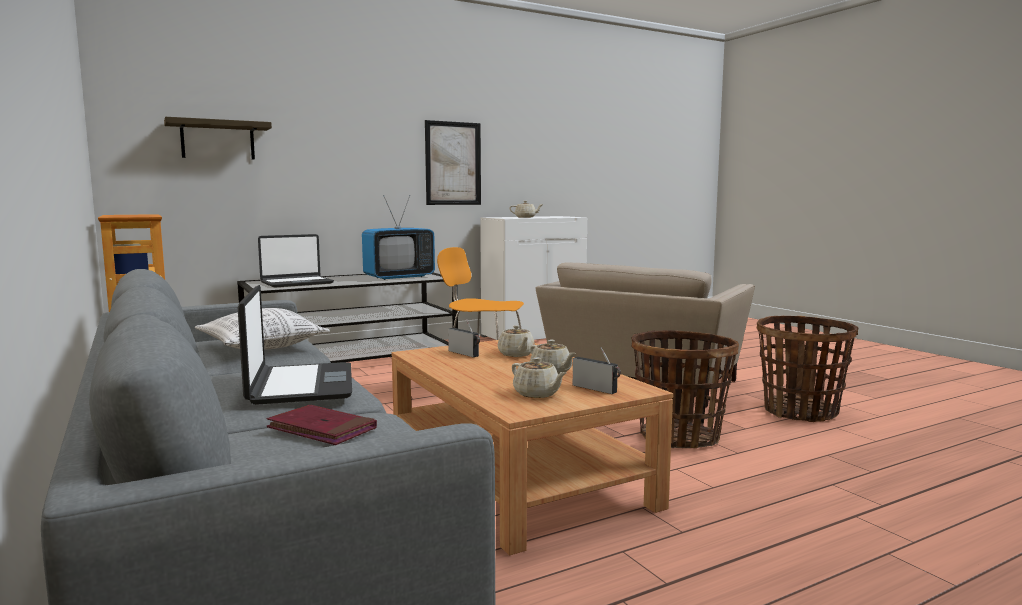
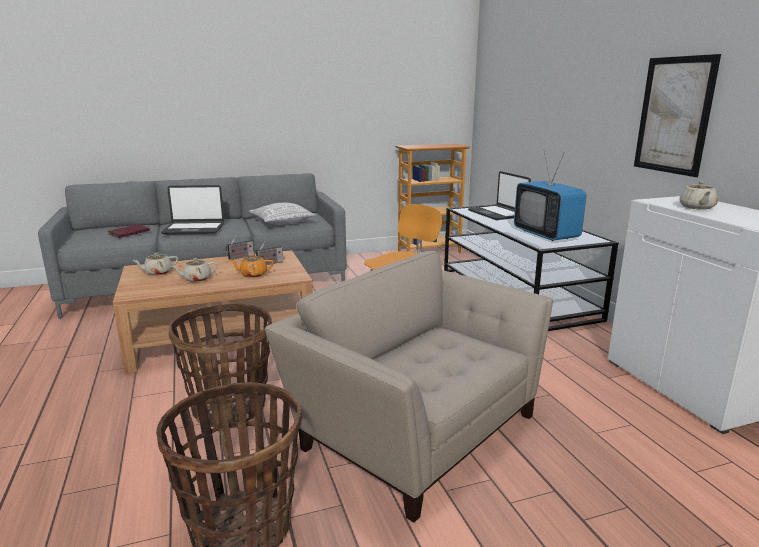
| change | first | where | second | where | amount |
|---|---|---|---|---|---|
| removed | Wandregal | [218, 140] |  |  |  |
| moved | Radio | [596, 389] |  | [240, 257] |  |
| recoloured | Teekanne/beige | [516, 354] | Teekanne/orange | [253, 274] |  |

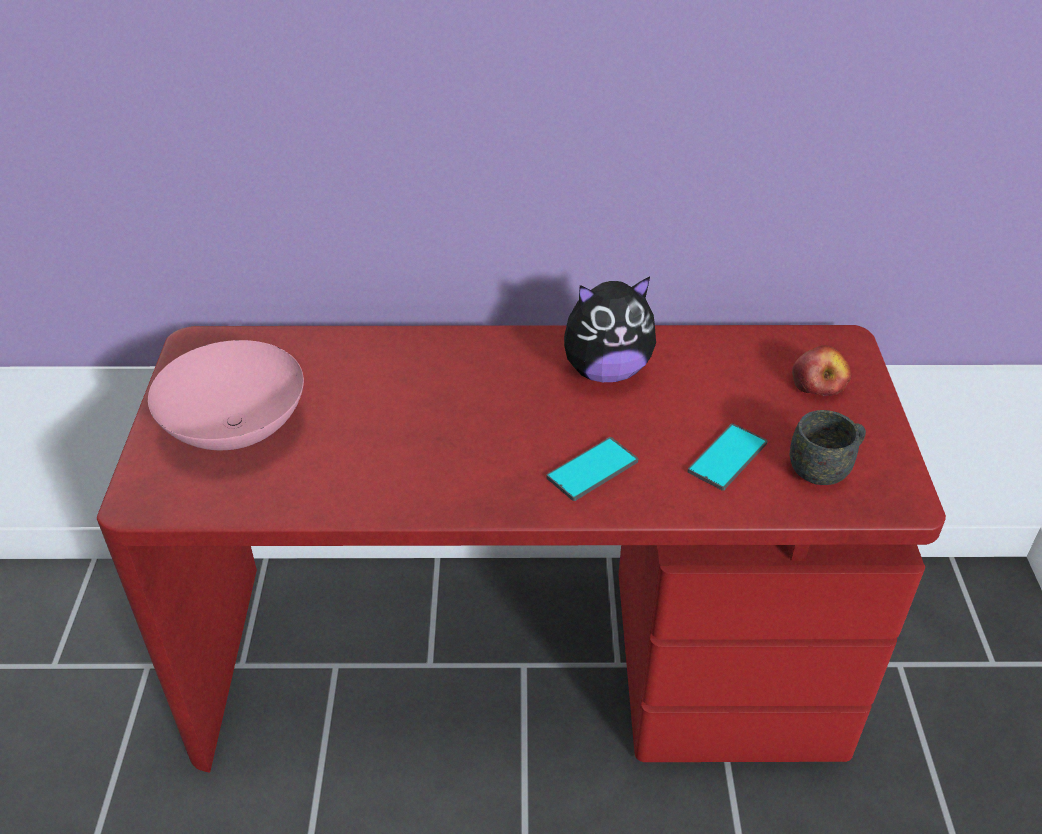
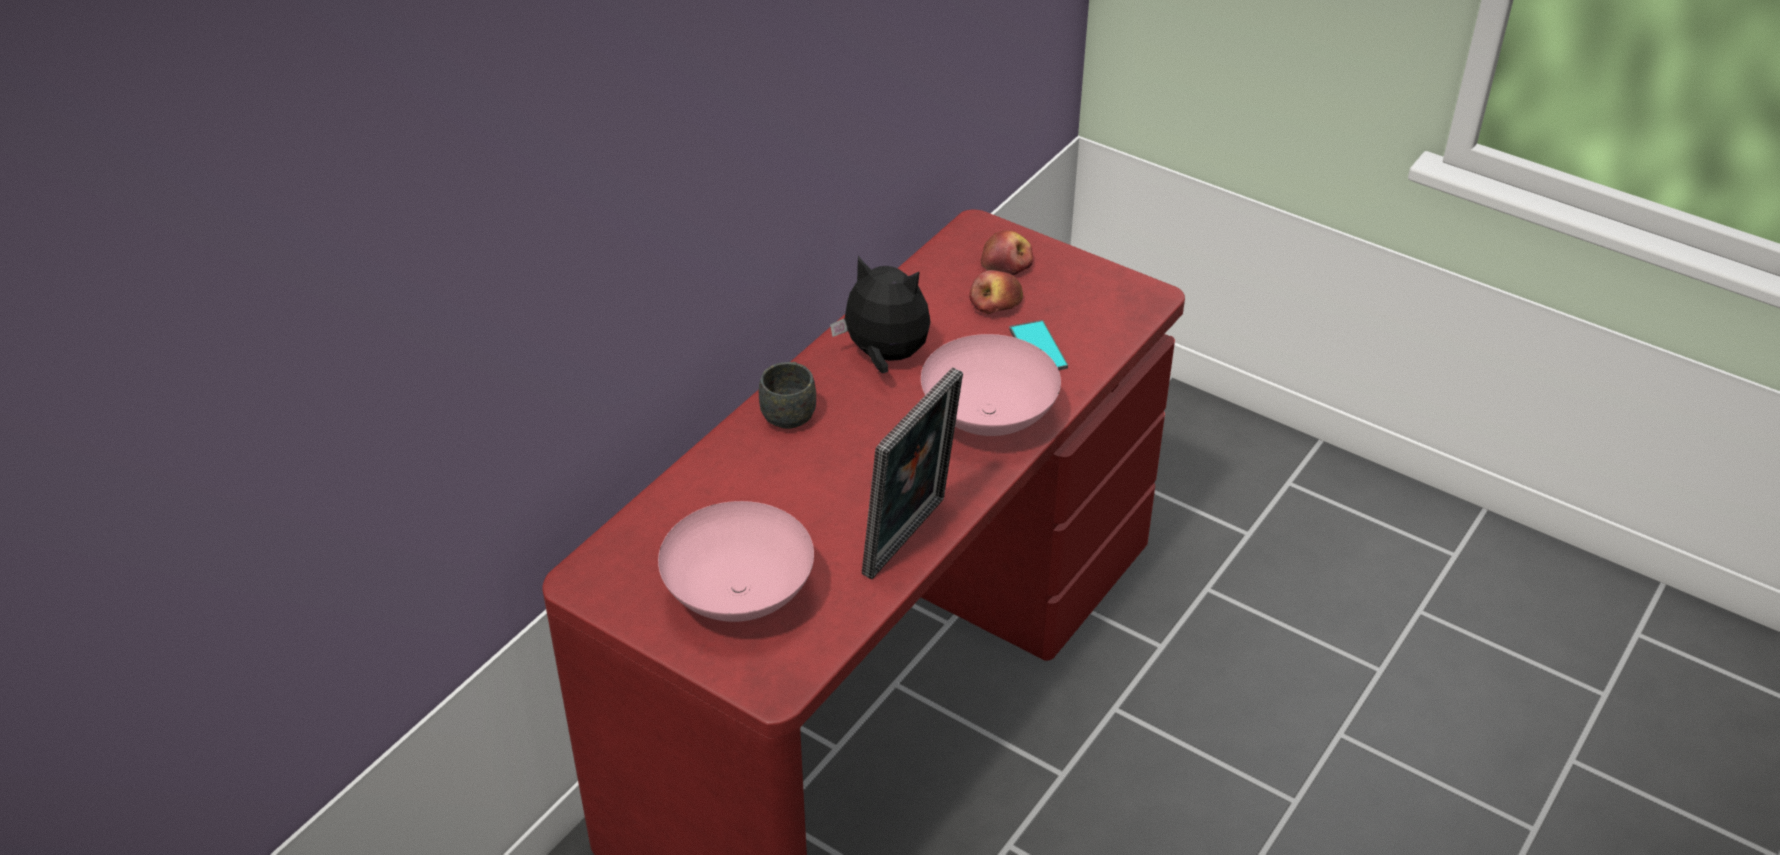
| change | first | where | second | where | amount |
|---|---|---|---|---|---|
| added |  |  | Bilderrahmen | [911, 539] |  |
| added |  |  | Apfel | [996, 304] |  |
| moved | Henkelbecher/grau | [825, 468] |  | [790, 412] |  |
| replaced | Handy | [592, 469] | Schüssel/rosa | [986, 418] |  |
| turned | Plüschtier | [606, 371] |  | [884, 357] | 90 degrees counterclockwise |

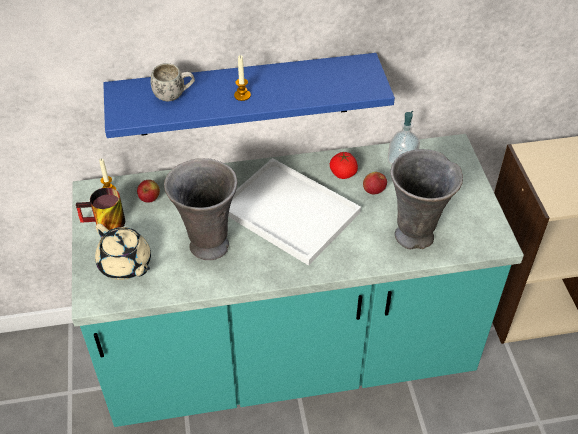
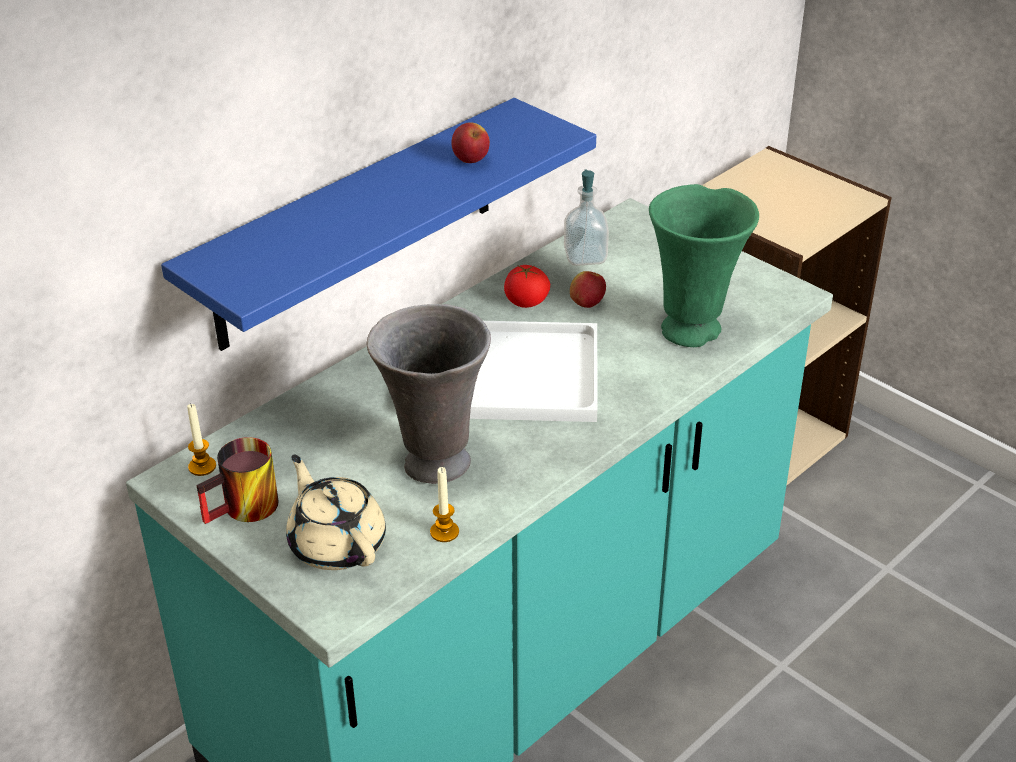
| change | first | where | second | where | amount |
|---|---|---|---|---|---|
| removed | Henkelbecher/weiß | [174, 95] |  |  |  |
| moved | Apfel | [149, 199] |  | [471, 160] |  |
| moved | Kerze | [242, 95] |  | [444, 532] |  |
| recoloured | Vase/grau | [415, 237] | Vase/grün | [693, 331] |  |
| turned | Teekanne/beige | [125, 265] |  | [336, 543] | 135 degrees counterclockwise |

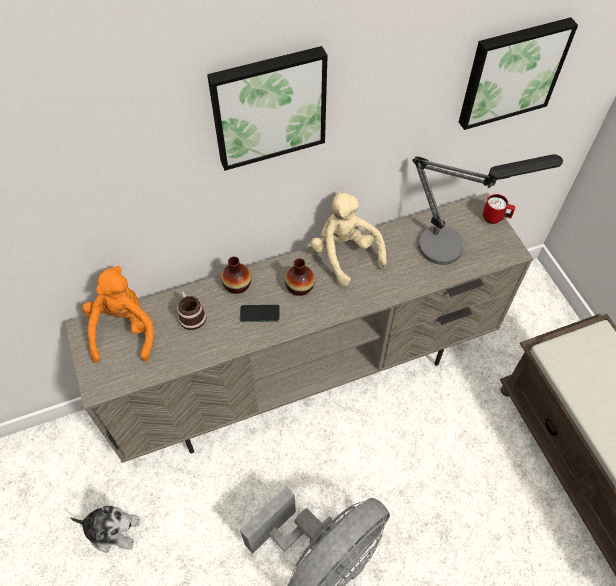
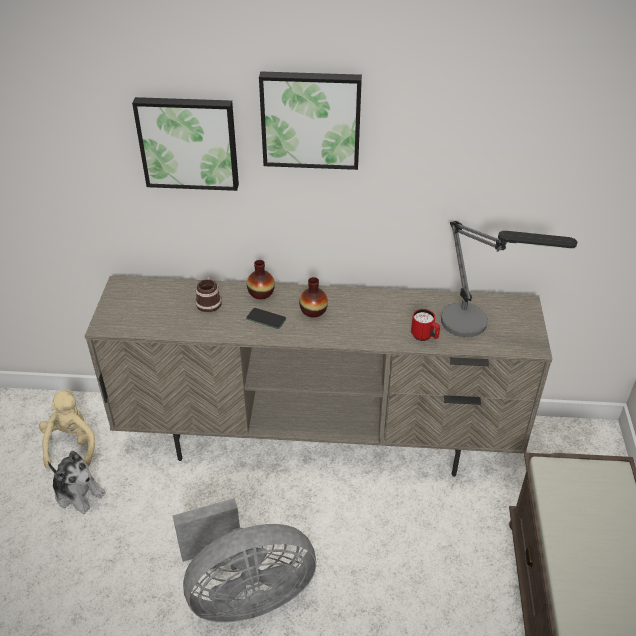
| change | first | where | second | where | amount |
|---|---|---|---|---|---|
| removed | Plüschtier/orange | [124, 330] |  |  |  |
| moved | Plüschtier/beige | [345, 254] |  | [71, 445] |  |
| moved | Bild | [512, 72] |  | [188, 142] |  |
| moved | Henkelbecher/rot | [495, 218] |  | [424, 337] |  |

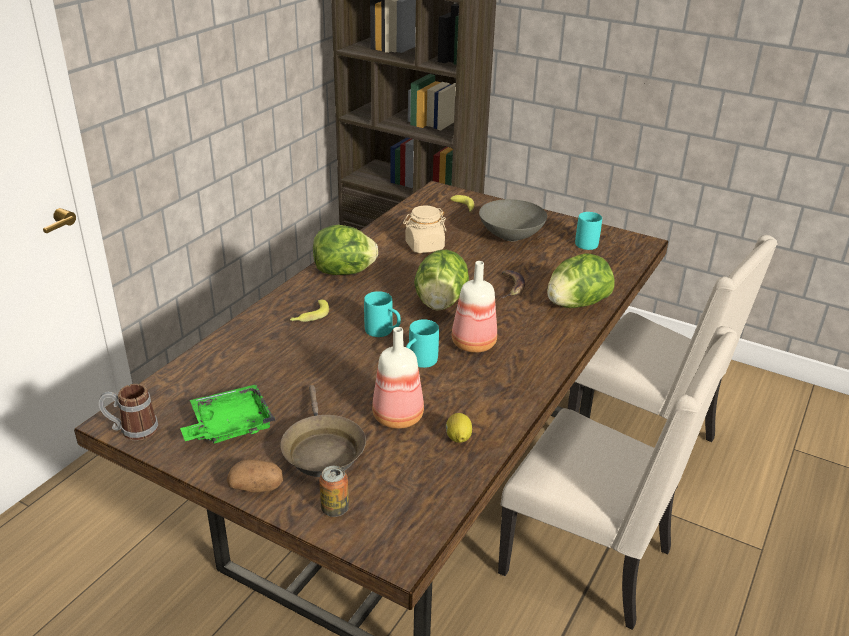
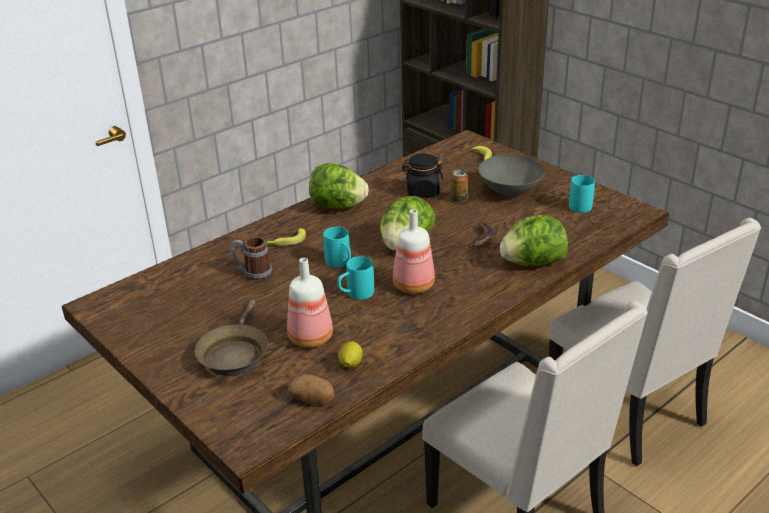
| change | first | where | second | where | amount |
|---|---|---|---|---|---|
| removed | Tablett/grün | [229, 425] |  |  |  |
| moved | Henkelbecher | [132, 430] |  | [252, 273] |  |
| moved | Kartoffel | [257, 487] |  | [313, 400] |  |
| moved | Dose | [335, 509] |  | [458, 199] |  |
| recoloured | Vorratsglas/beige | [424, 246] | Vorratsglas/schwarz | [422, 191] |  |

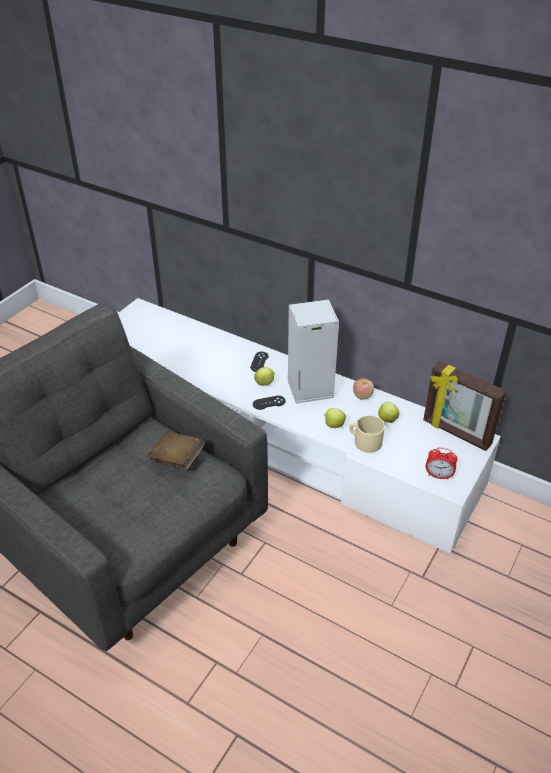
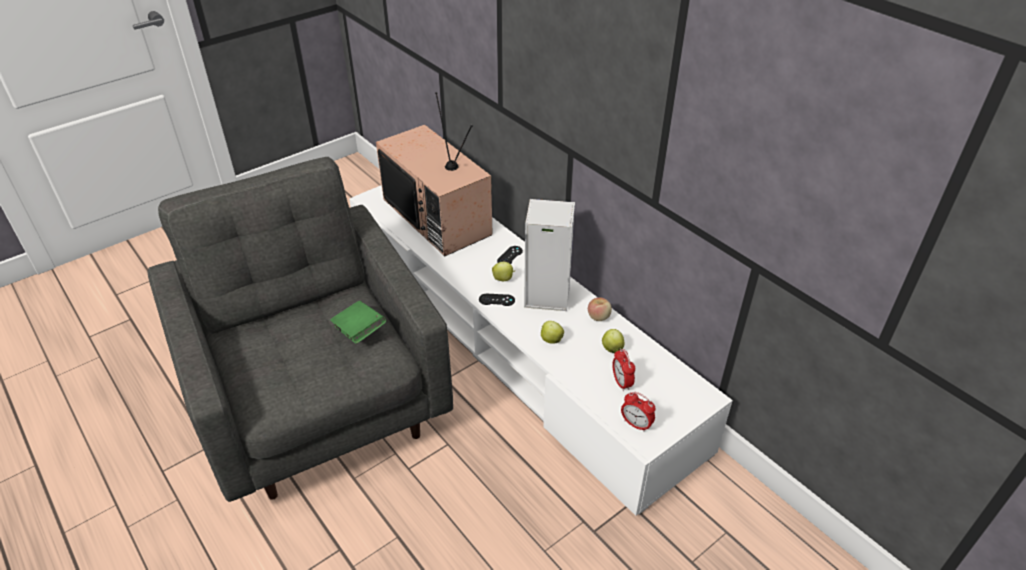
| change | first | where | second | where | amount |
|---|---|---|---|---|---|
| removed | Henkelbecher/beige | [364, 441] |  |  |  |
| removed | Bilderrahmen | [456, 433] |  |  |  |
| added |  |  | Fernseher | [439, 217] |  |
| added |  |  | Wecker | [621, 383] |  |
| recoloured | Buch/braun | [177, 459] | Buch/grün | [359, 331] |  |

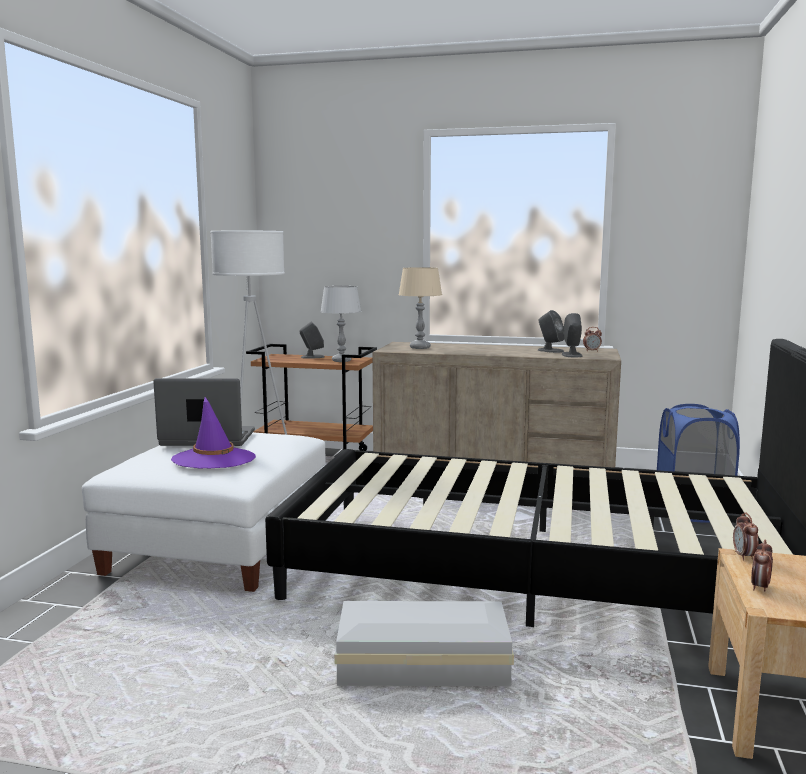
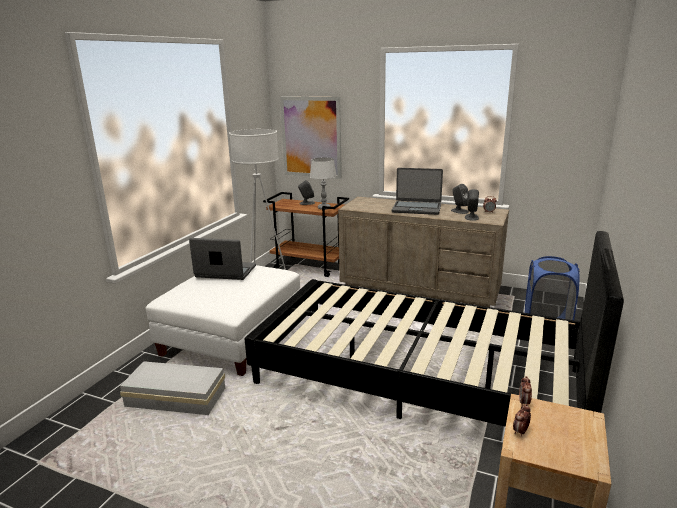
| change | first | where | second | where | amount |
|---|---|---|---|---|---|
| removed | Hut/lila | [214, 459] |  |  |  |
| removed | Tischlampe/beige | [419, 347] |  |  |  |
| added |  |  | Bild | [311, 137] |  |
| added |  |  | Laptop | [416, 208] |  |
| moved | Aufbewahrungsbox/weiß | [420, 662] |  | [175, 397] |  |

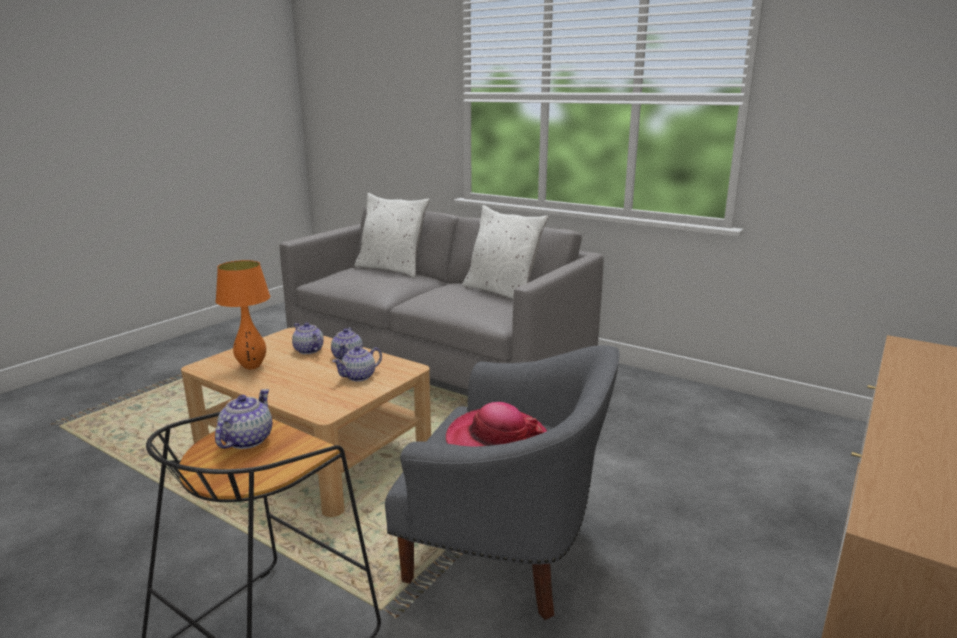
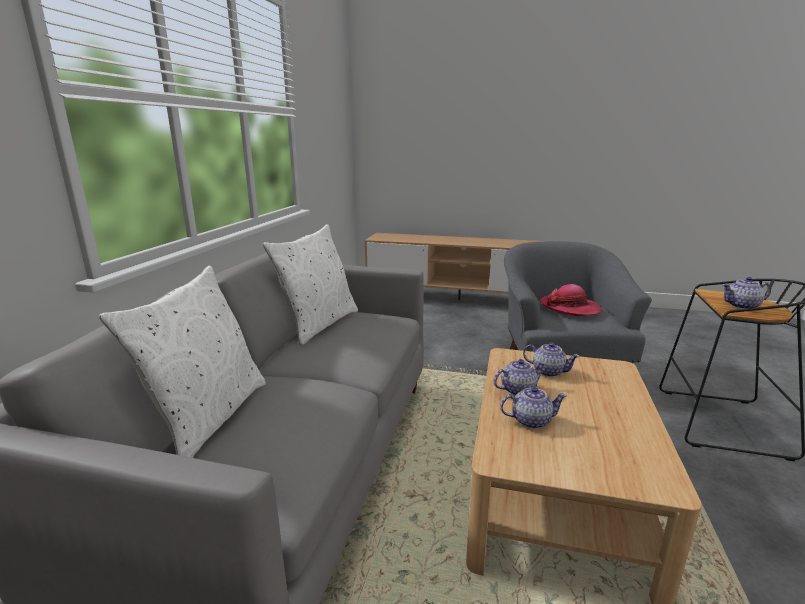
| change | first | where | second | where | amount |
|---|---|---|---|---|---|
| removed | Tischlampe/orange | [252, 366] |  |  |  |
| turned | Teekanne | [308, 350] |  | [530, 420] | 120 degrees counterclockwise |

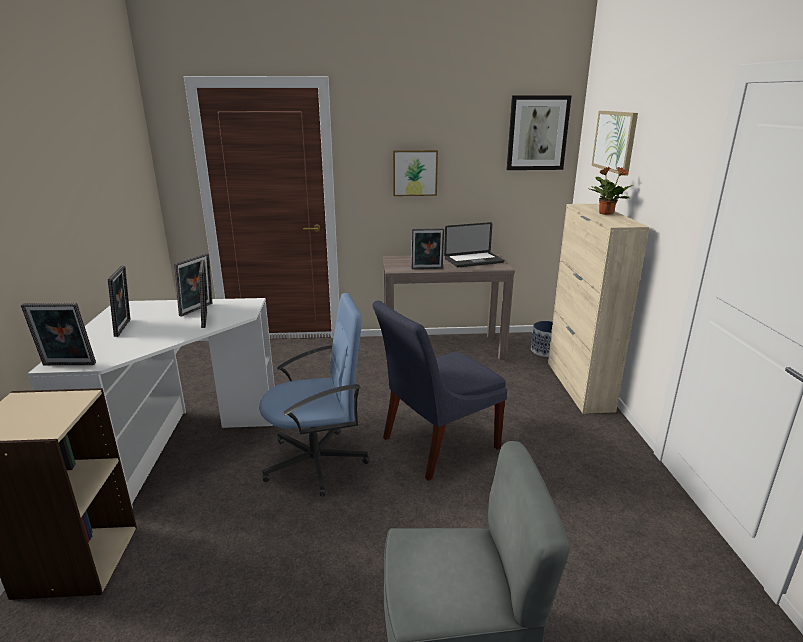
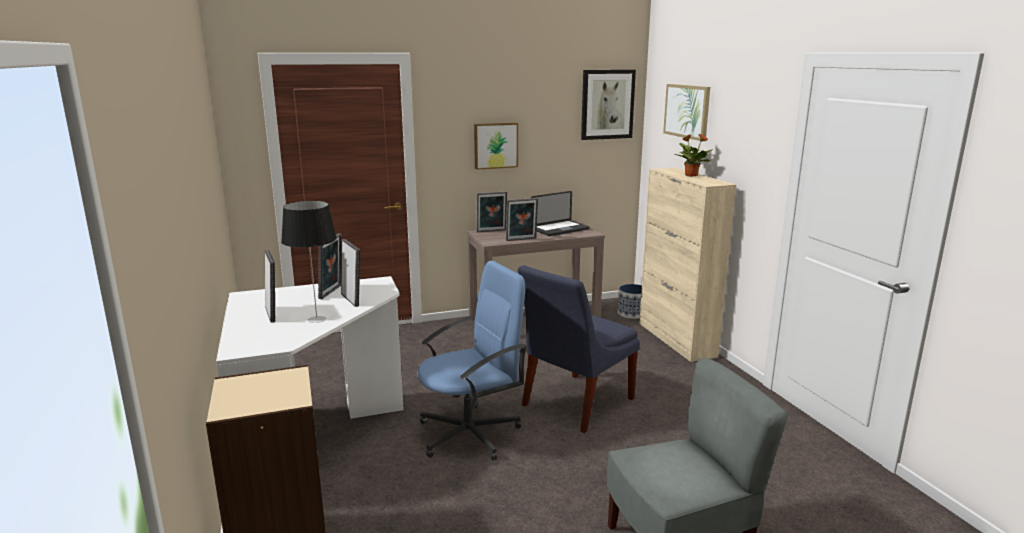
| change | first | where | second | where | amount |
|---|---|---|---|---|---|
| added |  |  | Tischlampe | [317, 319] |  |
| moved | Bilderrahmen | [67, 365] |  | [492, 231] |  |

